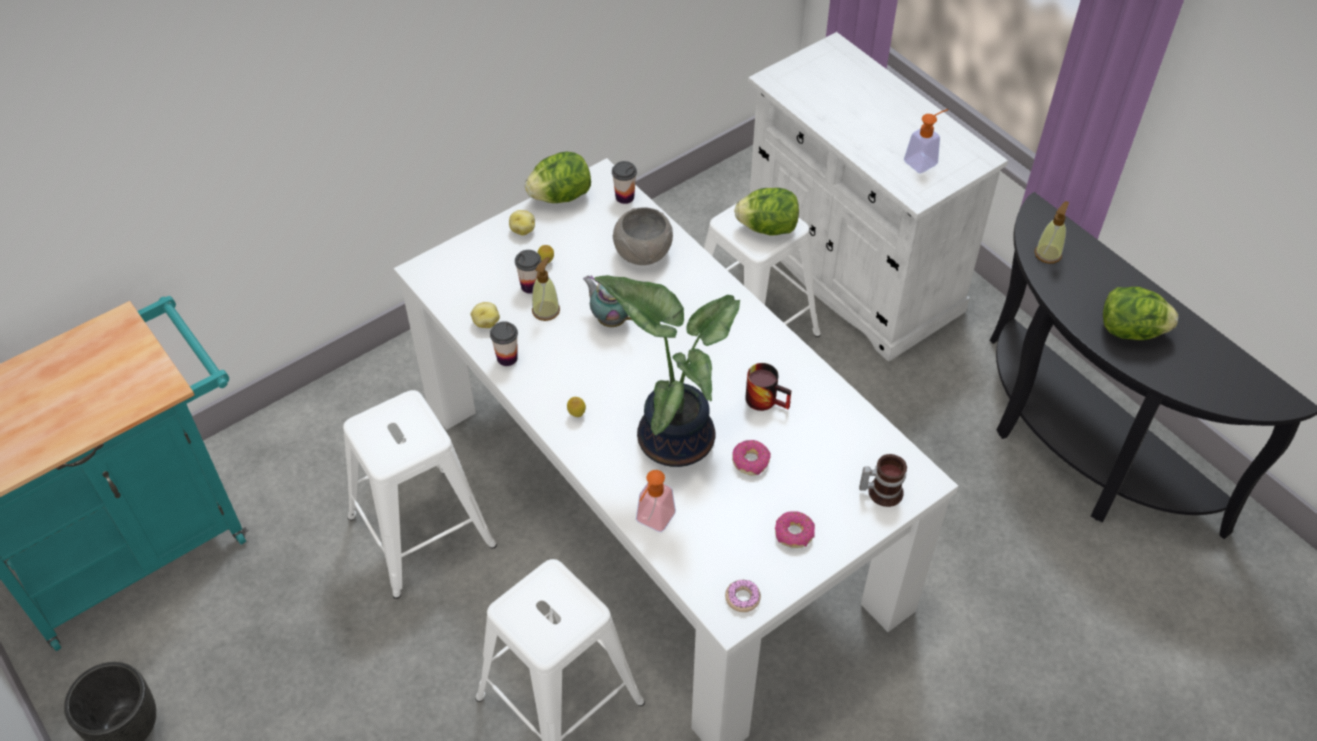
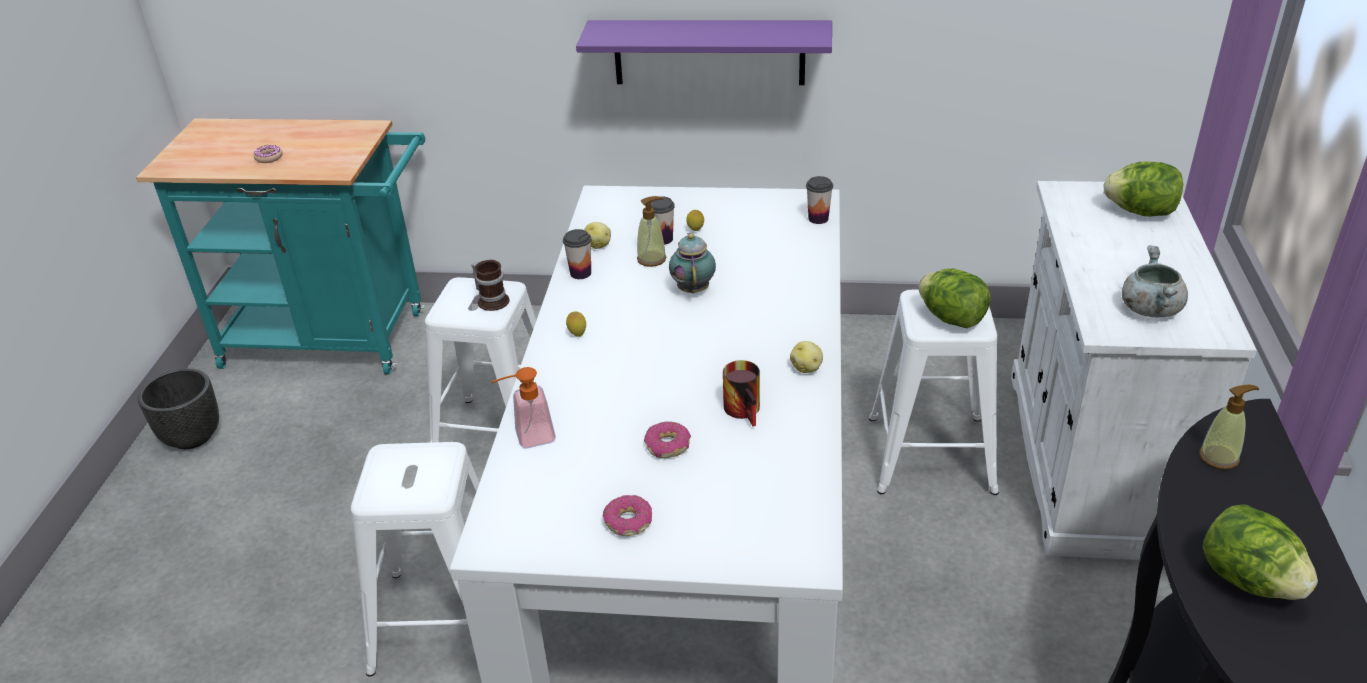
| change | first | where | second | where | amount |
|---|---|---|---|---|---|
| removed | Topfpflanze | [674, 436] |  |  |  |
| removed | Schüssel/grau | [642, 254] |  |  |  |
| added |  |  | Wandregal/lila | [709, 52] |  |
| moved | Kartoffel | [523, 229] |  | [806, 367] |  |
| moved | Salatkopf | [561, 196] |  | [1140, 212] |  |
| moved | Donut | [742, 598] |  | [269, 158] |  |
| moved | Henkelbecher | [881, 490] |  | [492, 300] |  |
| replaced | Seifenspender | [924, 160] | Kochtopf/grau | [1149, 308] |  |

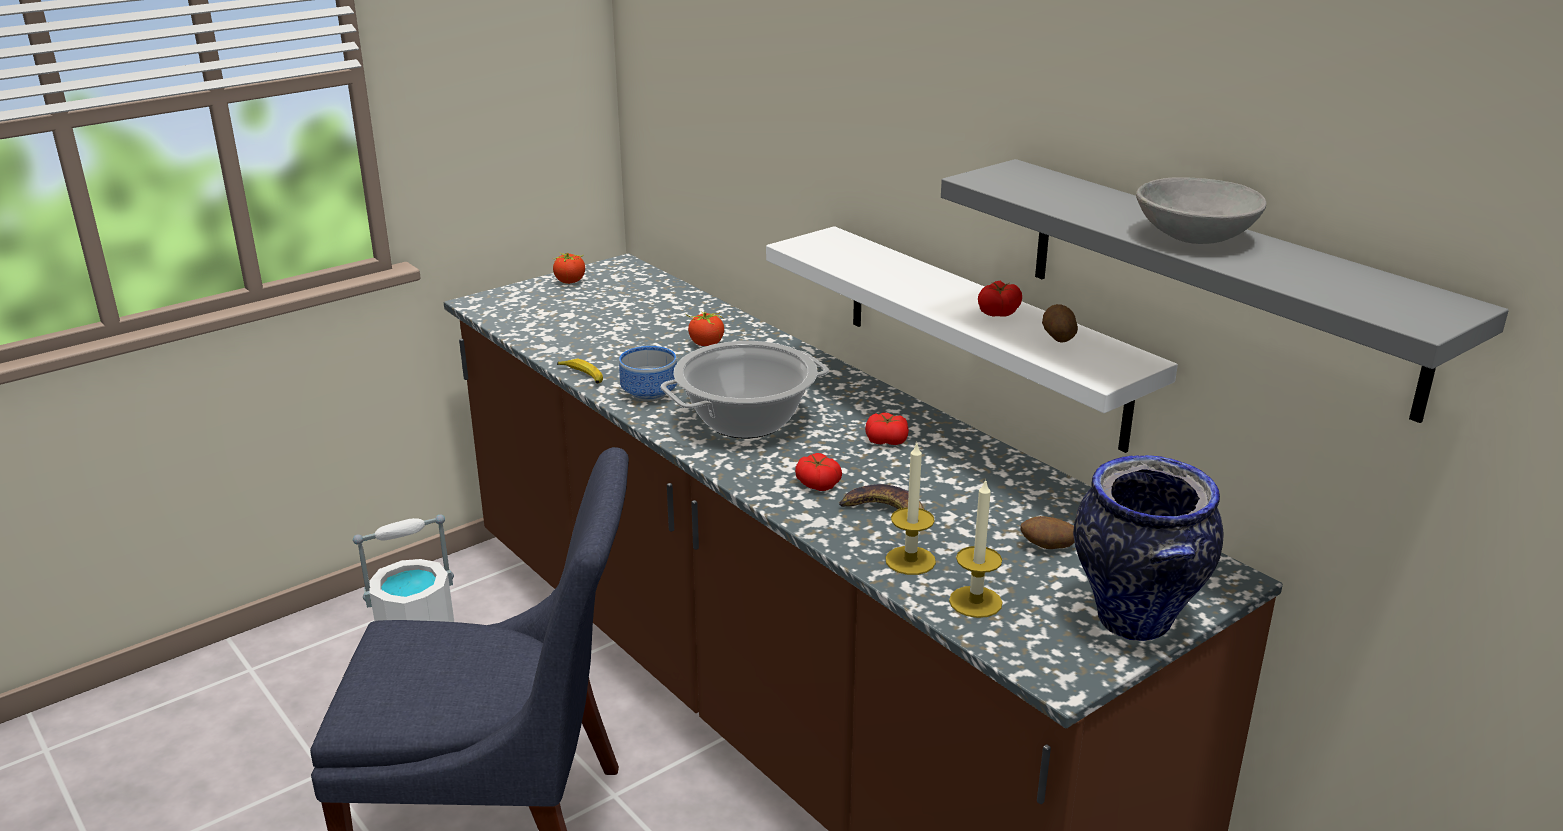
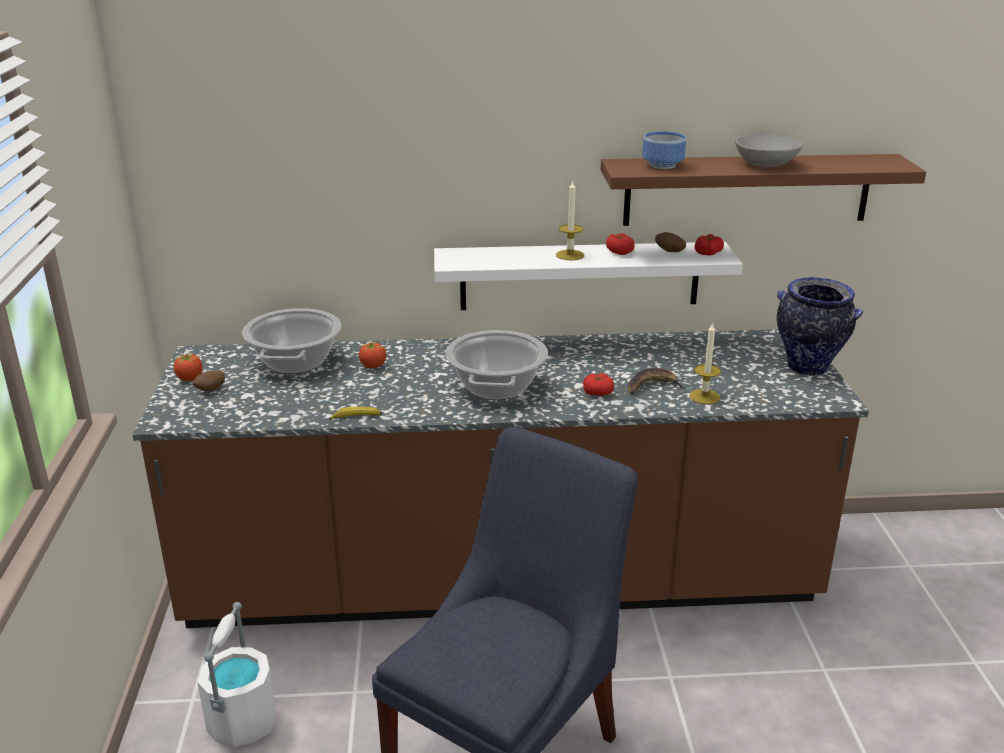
| change | first | where | second | where | amount |
|---|---|---|---|---|---|
| added |  |  | Kochtopf | [295, 362] |  |
| moved | Schüssel | [651, 393] |  | [662, 165] |  |
| moved | Tomate | [886, 440] |  | [708, 253] |  |
| moved | Kerze | [975, 602] |  | [570, 255] |  |
| moved | Kartoffel | [1047, 547] |  | [210, 390] |  |
| recoloured | Wandregal/grau | [1216, 282] | Wandregal/braun | [747, 189] |  |

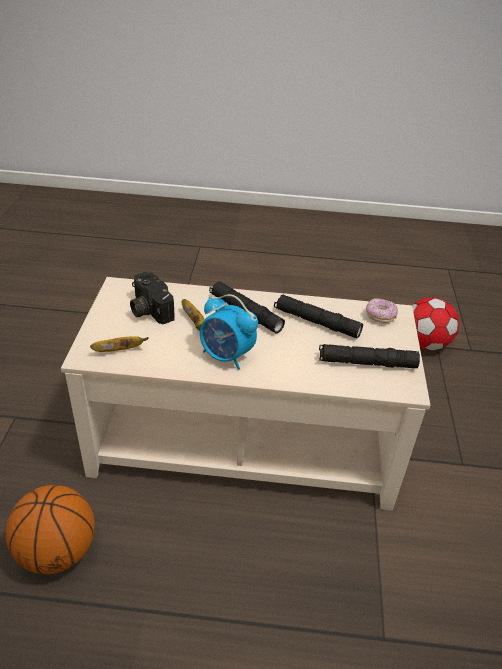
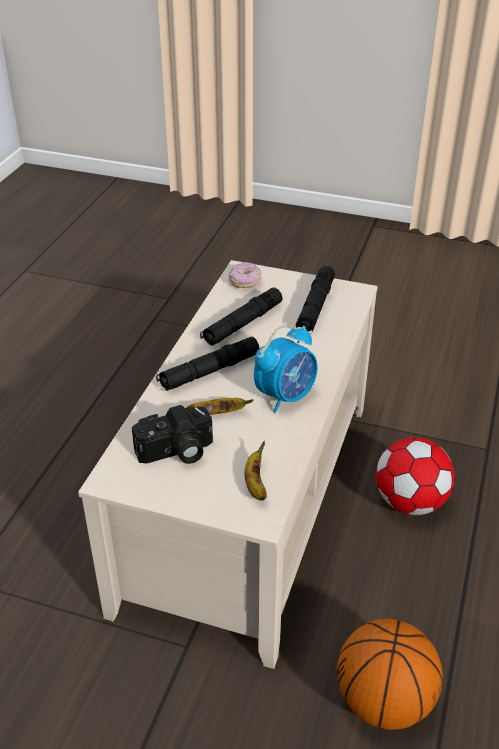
| change | first | where | second | where | amount |
|---|---|---|---|---|---|
| moved | Fußball | [425, 343] |  | [410, 502] |  |

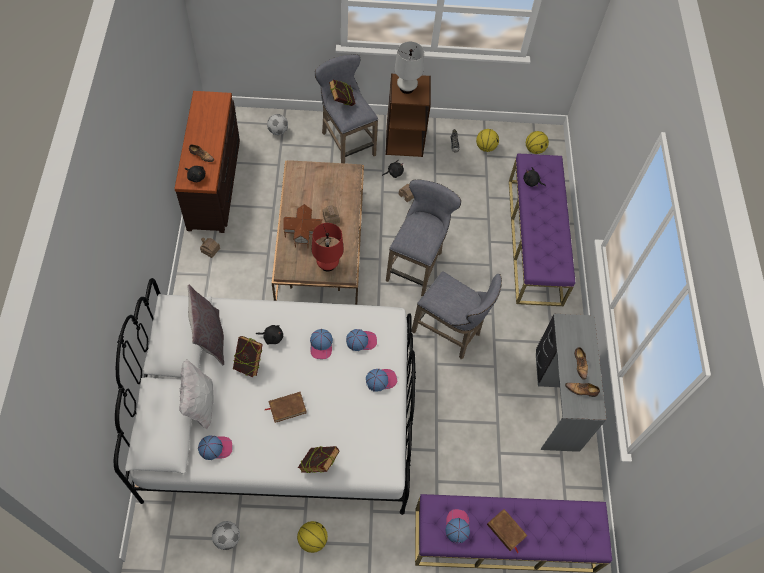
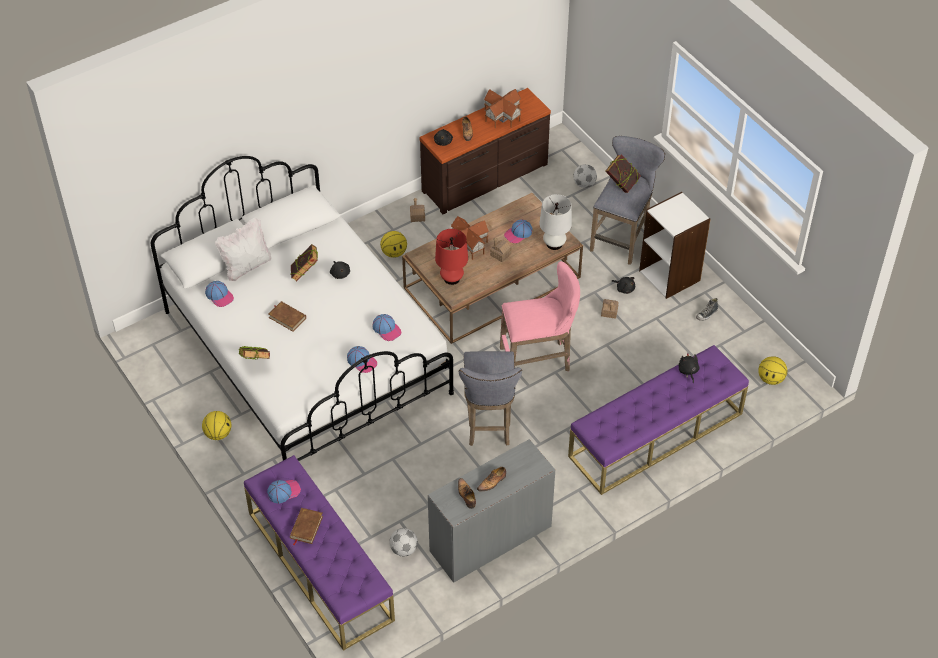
| change | first | where | second | where | amount |
|---|---|---|---|---|---|
| removed | Kissen/grau | [210, 338] |  |  |  |
| added |  |  | Spielzeughaus | [502, 115] |  |
| moved | Fußball | [227, 538] |  | [403, 549] |  |
| moved | Kappe | [321, 345] |  | [518, 234] |  |
| moved | Tischlampe/weiß | [406, 88] |  | [554, 244] |  |
| moved | Basketball | [485, 147] |  | [394, 253] |  |
| recoloured | Bücherregal/braun | [404, 141] | Bücherregal/weiß | [670, 275] |  |
| recoloured | Hocker/grau | [417, 264] | Hocker/rosa | [539, 360] |  |

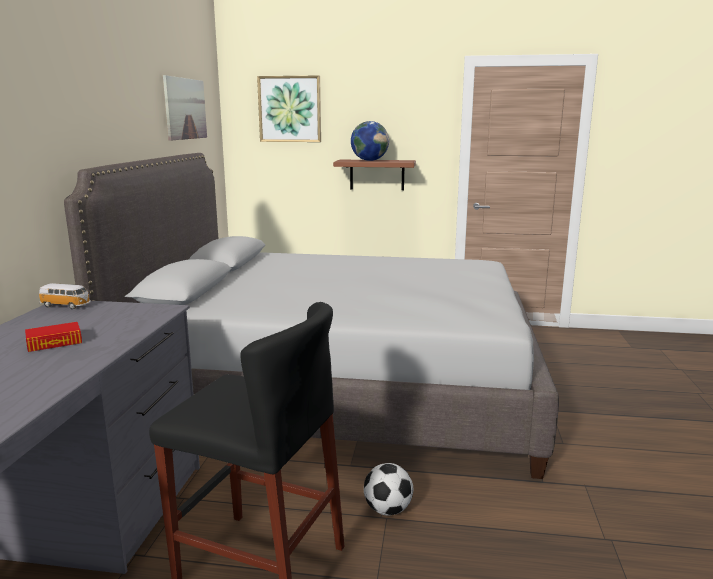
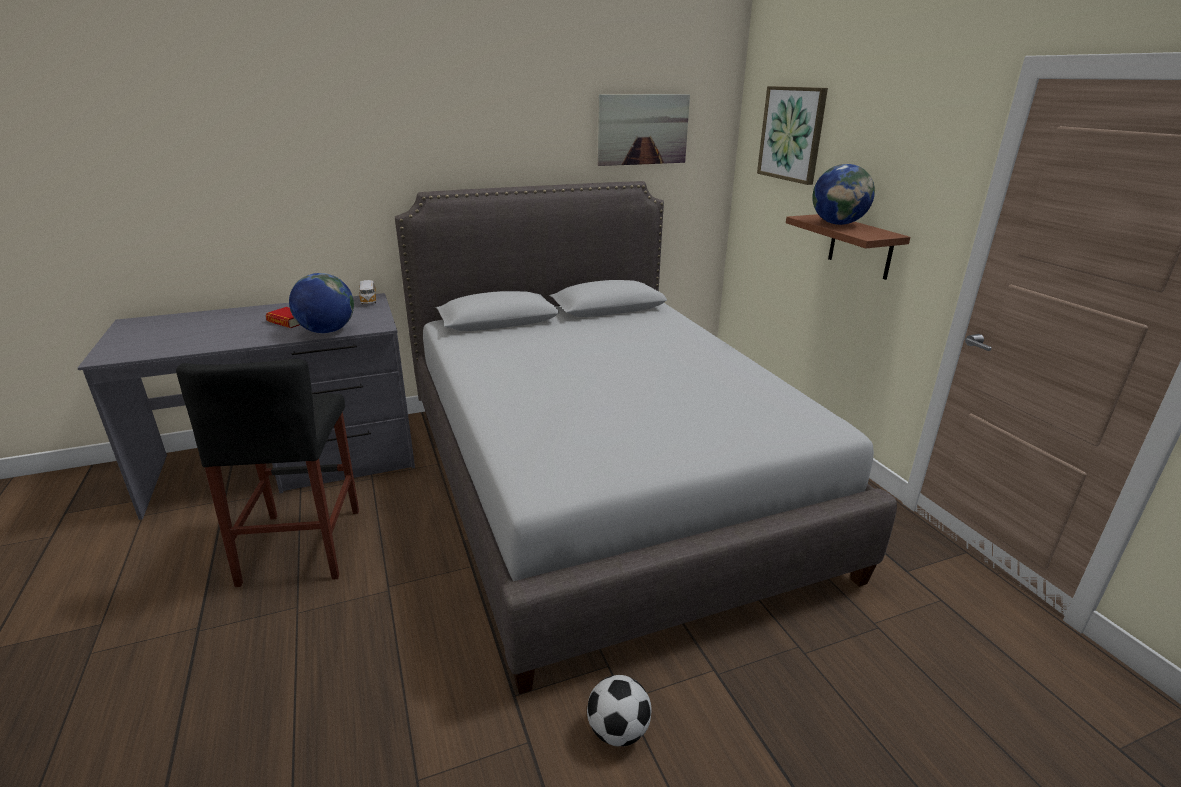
| change | first | where | second | where | amount |
|---|---|---|---|---|---|
| added |  |  | Globus | [327, 331] |  |
| moved | Fußball | [388, 510] |  | [618, 731] |  |

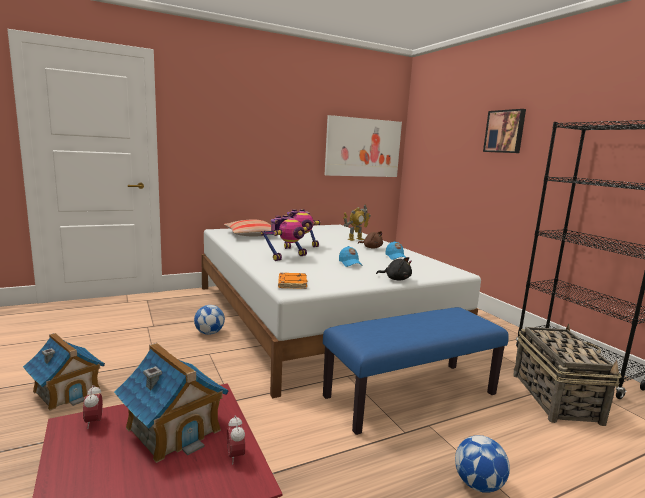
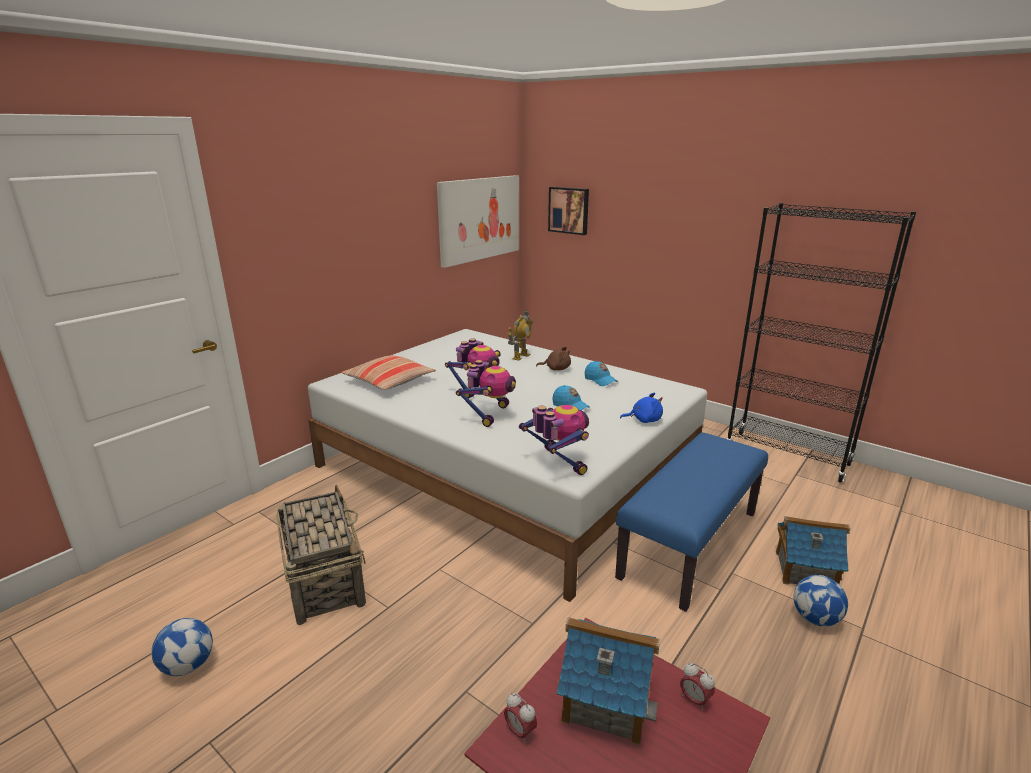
| change | first | where | second | where | amount |
|---|---|---|---|---|---|
| moved | Spielzeughaus | [67, 391] |  | [804, 570] |  |
| moved | Fußball | [209, 333] |  | [188, 665] |  |
| moved | Bild | [505, 131] |  | [569, 210] |  |
| moved | Korb | [555, 397] |  | [325, 579] |  |
| replaced | Buch/orange | [291, 283] | Spielzeugroboter | [557, 463] |  |
| recoloured | Plüschtier/schwarz | [396, 279] | Plüschtier/blau | [644, 420] |  |

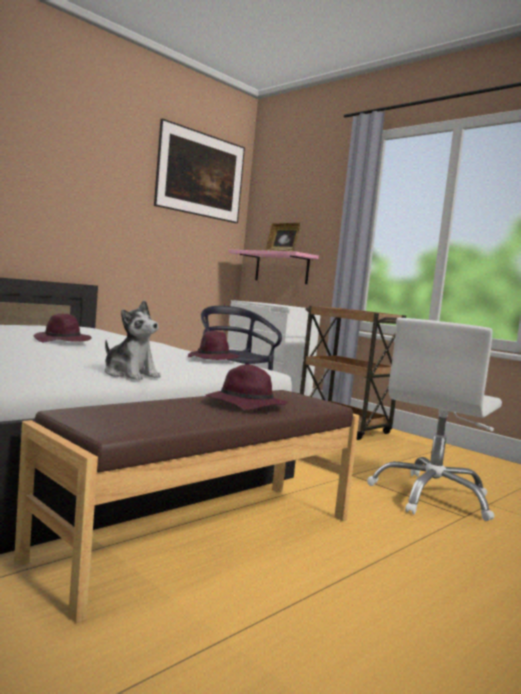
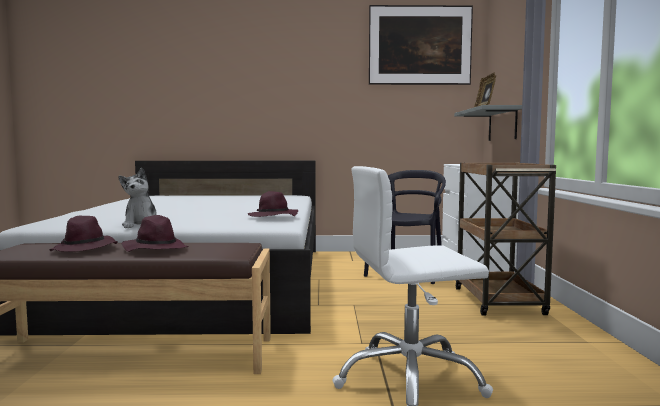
| change | first | where | second | where | amount |
|---|---|---|---|---|---|
| moved | Hut/lila | [63, 341] |  | [85, 249] |  |
| recoloured | Wandregal/rosa | [281, 268] | Wandregal/grau | [502, 124] |  |

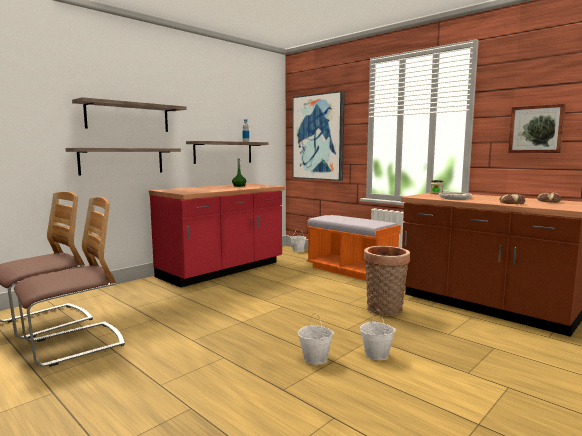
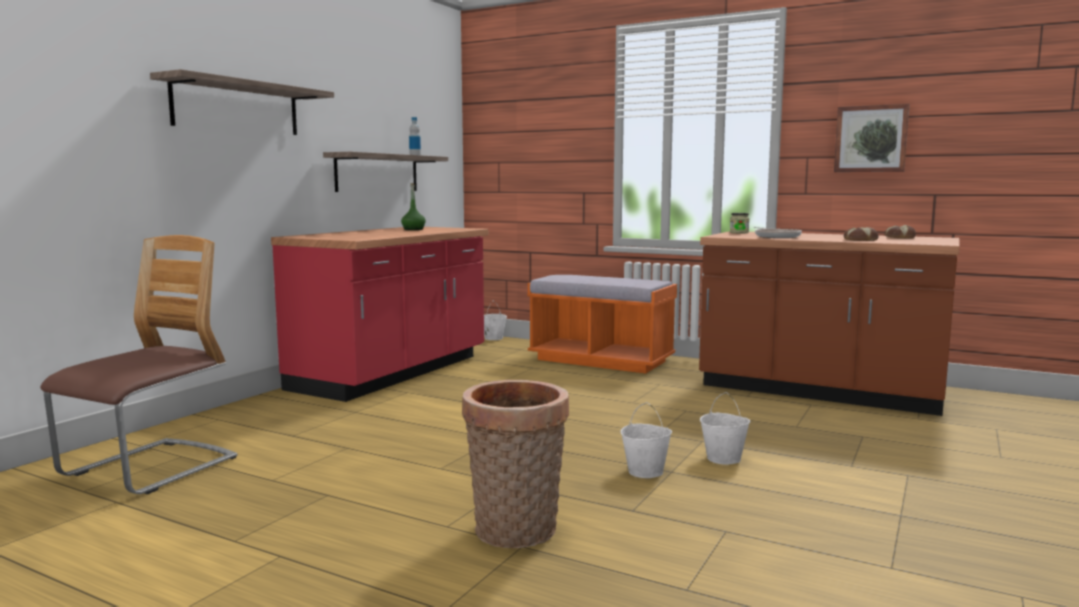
| change | first | where | second | where | amount |
|---|---|---|---|---|---|
| removed | Stuhl | [74, 344] |  |  |  |
| removed | Wandregal | [122, 161] |  |  |  |
| removed | Bild | [318, 137] |  |  |  |
| moved | Korb | [384, 311] |  | [516, 533] |  |

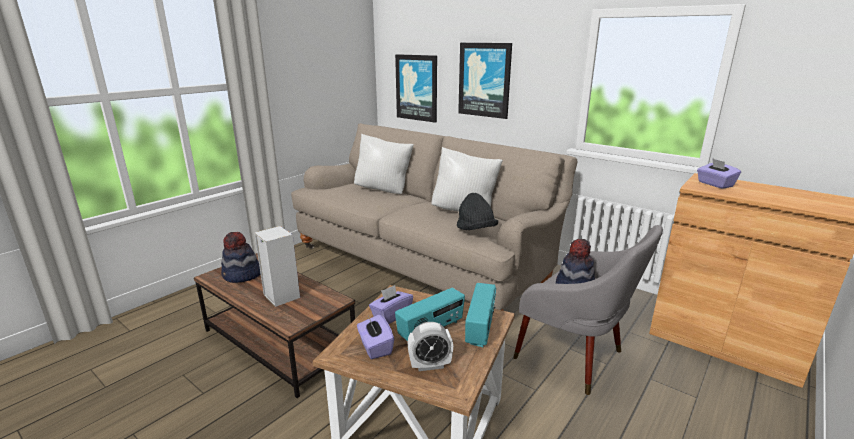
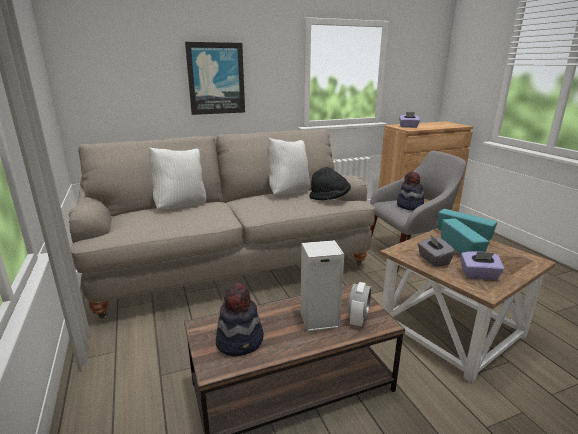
| change | first | where | second | where | amount |
|---|---|---|---|---|---|
| removed | Bild | [417, 88] |  |  |  |
| moved | Wecker | [430, 365] |  | [358, 319] |  |
| recoloured | Taschentuchbox/lila | [391, 315] | Taschentuchbox/grau | [433, 260] |  |

